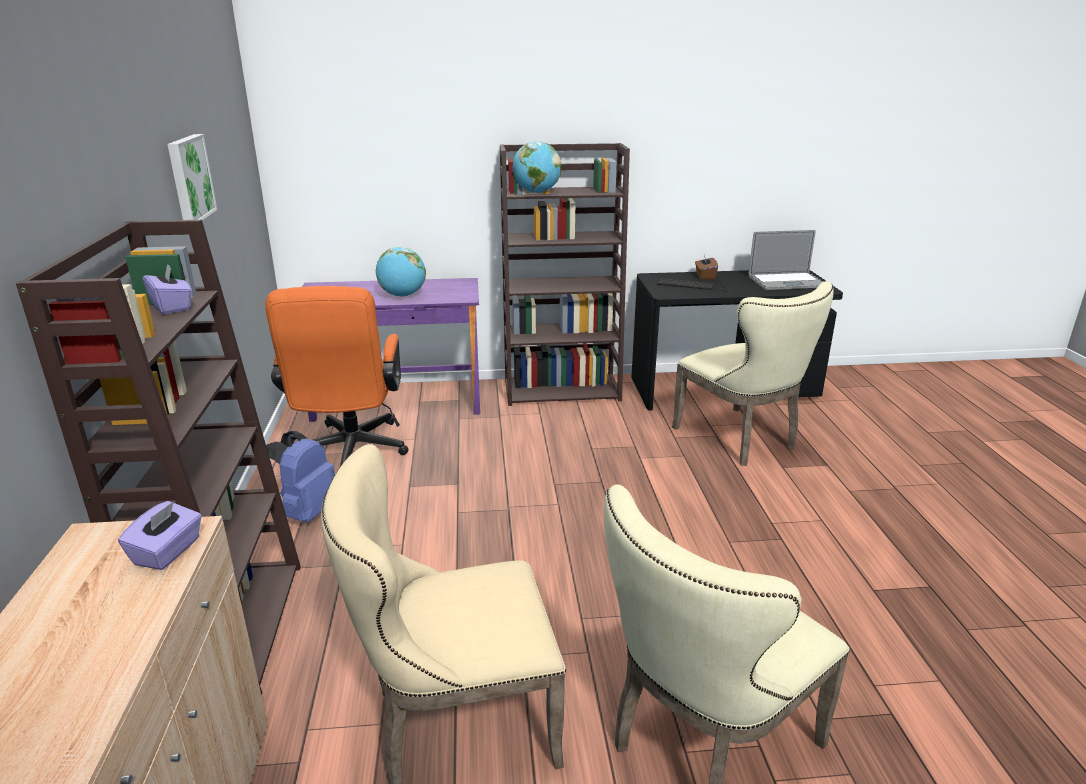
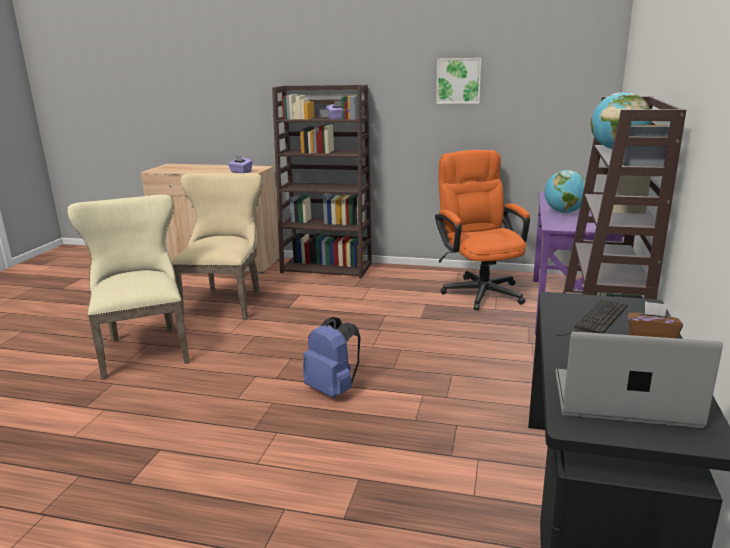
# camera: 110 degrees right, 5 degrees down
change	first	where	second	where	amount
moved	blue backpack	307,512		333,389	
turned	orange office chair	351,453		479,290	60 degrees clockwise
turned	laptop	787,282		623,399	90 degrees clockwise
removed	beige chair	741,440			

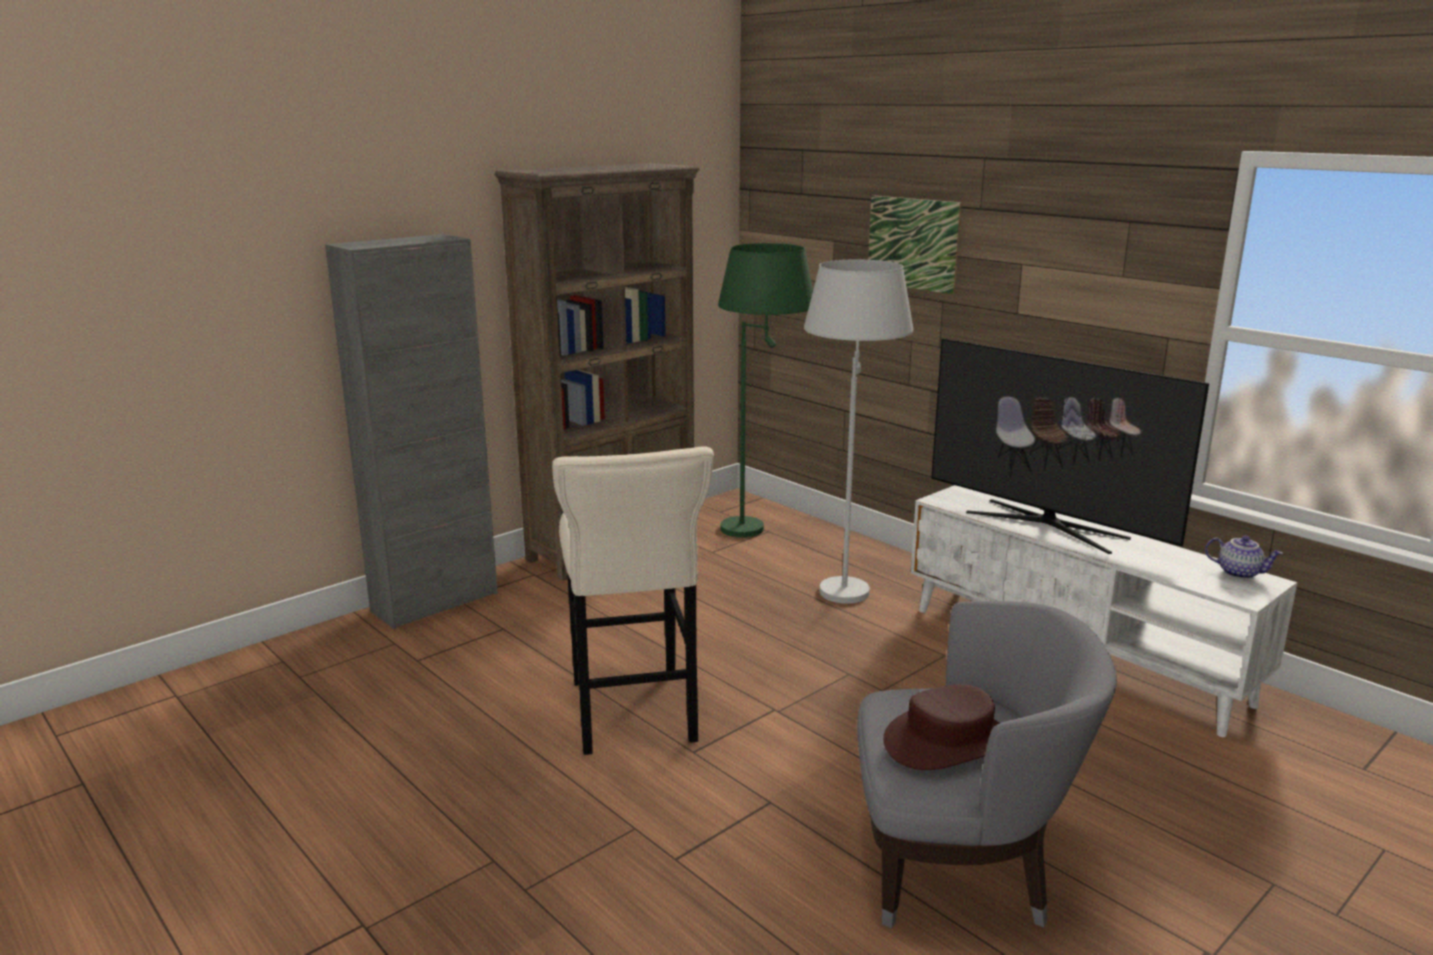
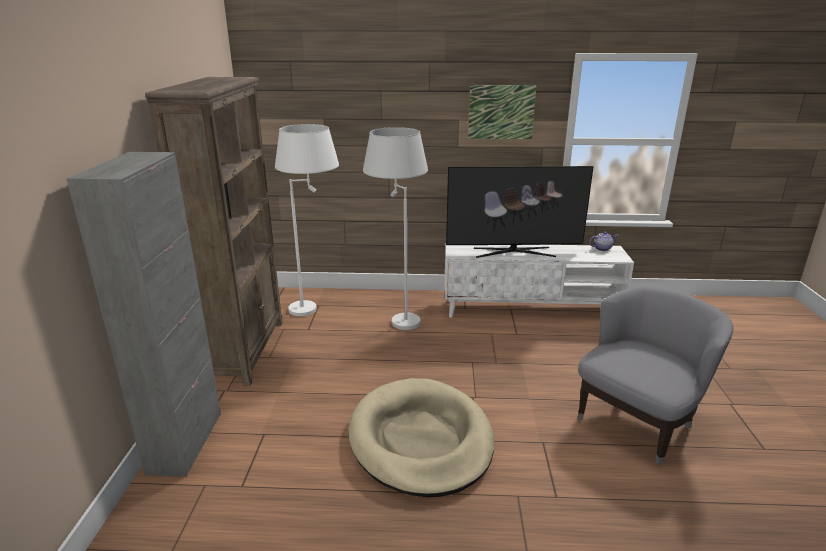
# camera: 45 degrees left, 5 degrees up
change	first	where	second	where	amount
recoloured	green floor lamp	763,534	white floor lamp	318,308	
replaced	beige stool	633,716	beige dog bed	421,440	
moved	picture	912,243		501,112	
removed	brown hat	948,742			

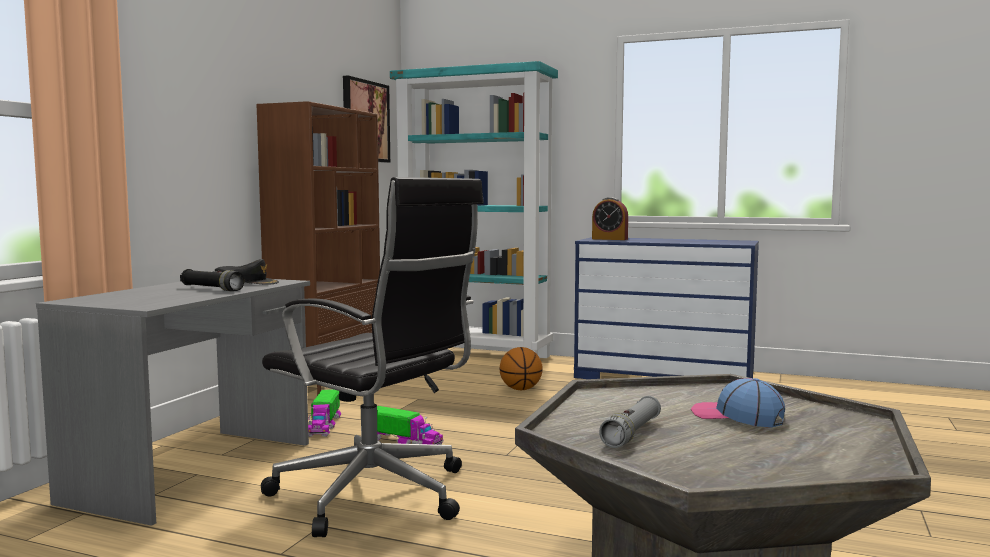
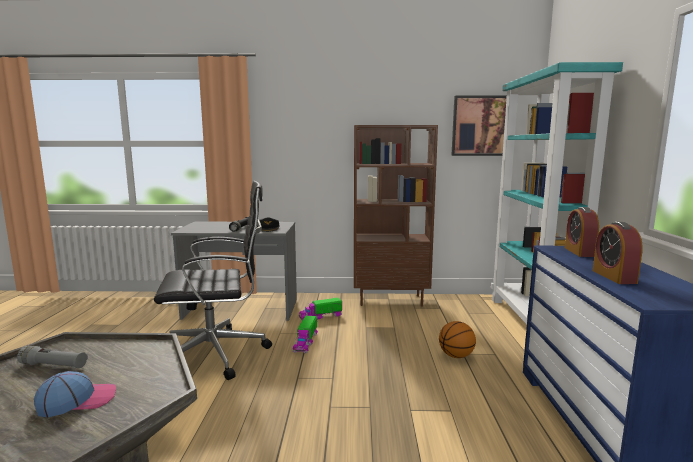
# camera: 70 degrees right, 5 degrees up
change	first	where	second	where	amount
turned	cap	737,416		77,400	45 degrees clockwise
turned	black office chair	376,496		217,354	120 degrees counterclockwise
added			alarm clock	614,276	

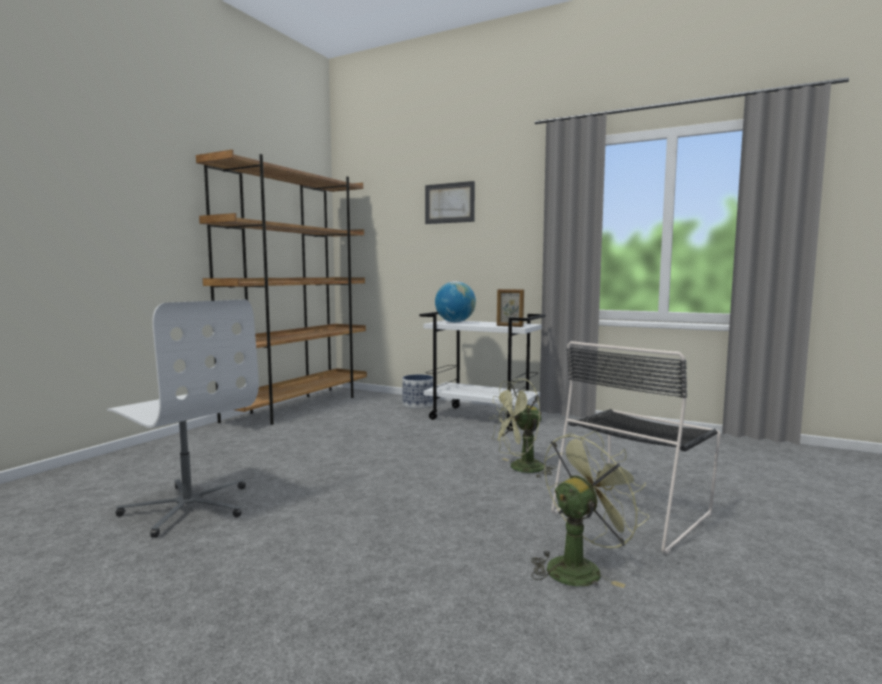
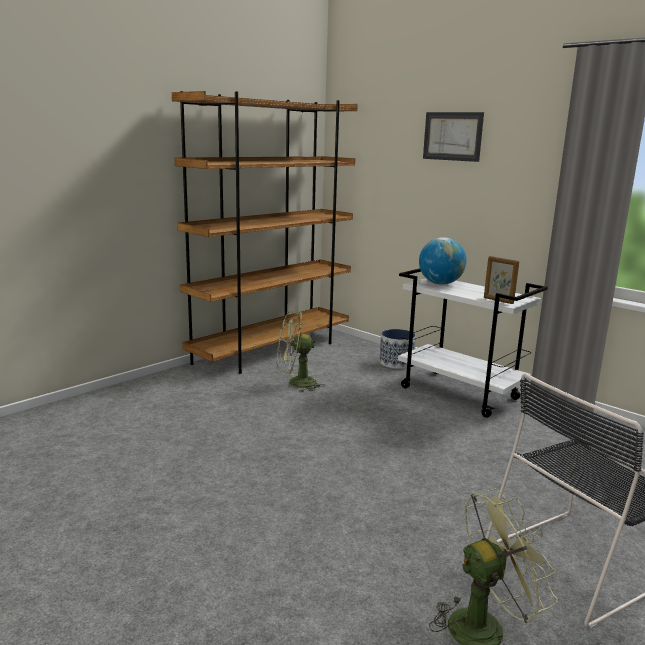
# camera: 15 degrees right, 10 degrees up
change	first	where	second	where	amount
moved	green fan	520,469		295,383	
removed	white office chair	188,507			

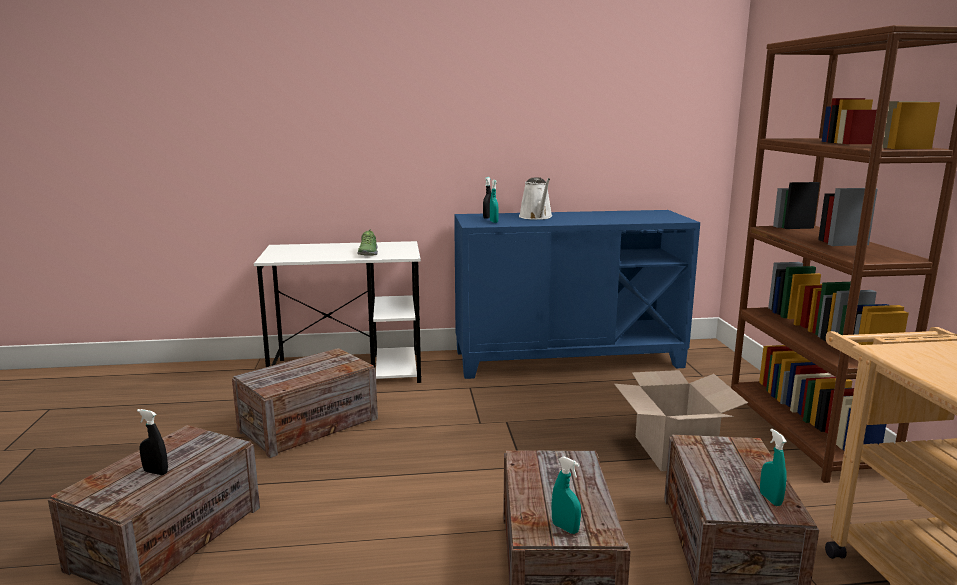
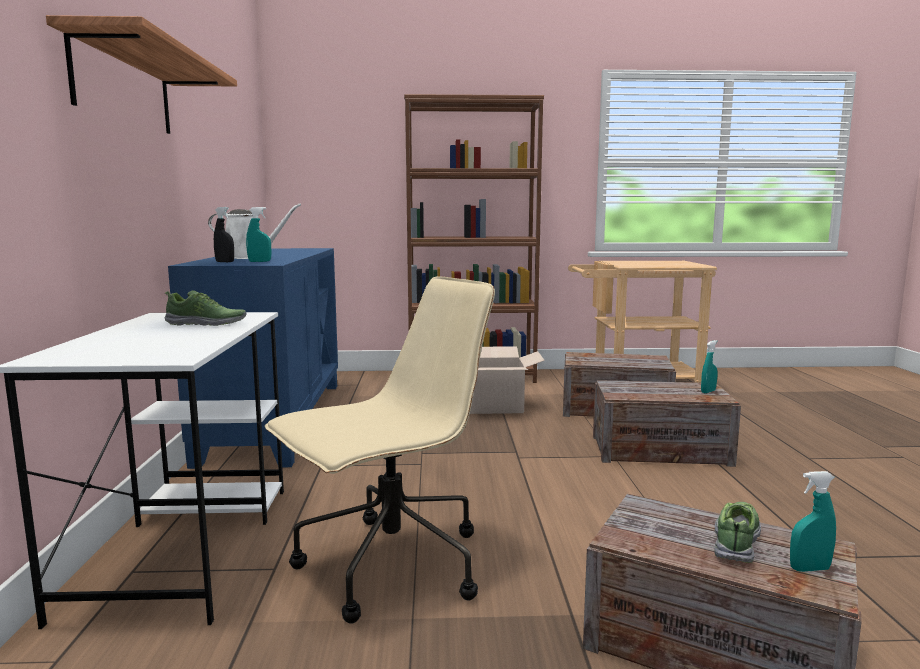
# camera: 85 degrees left, 5 degrees down
change	first	where	second	where	amount
added			shelf	124,87	
replaced	crate	308,425	beige office chair	389,567	
replaced	black spray bottle	155,472	shoe	737,541	
moved	turquoise spray bottle	770,499		809,569	

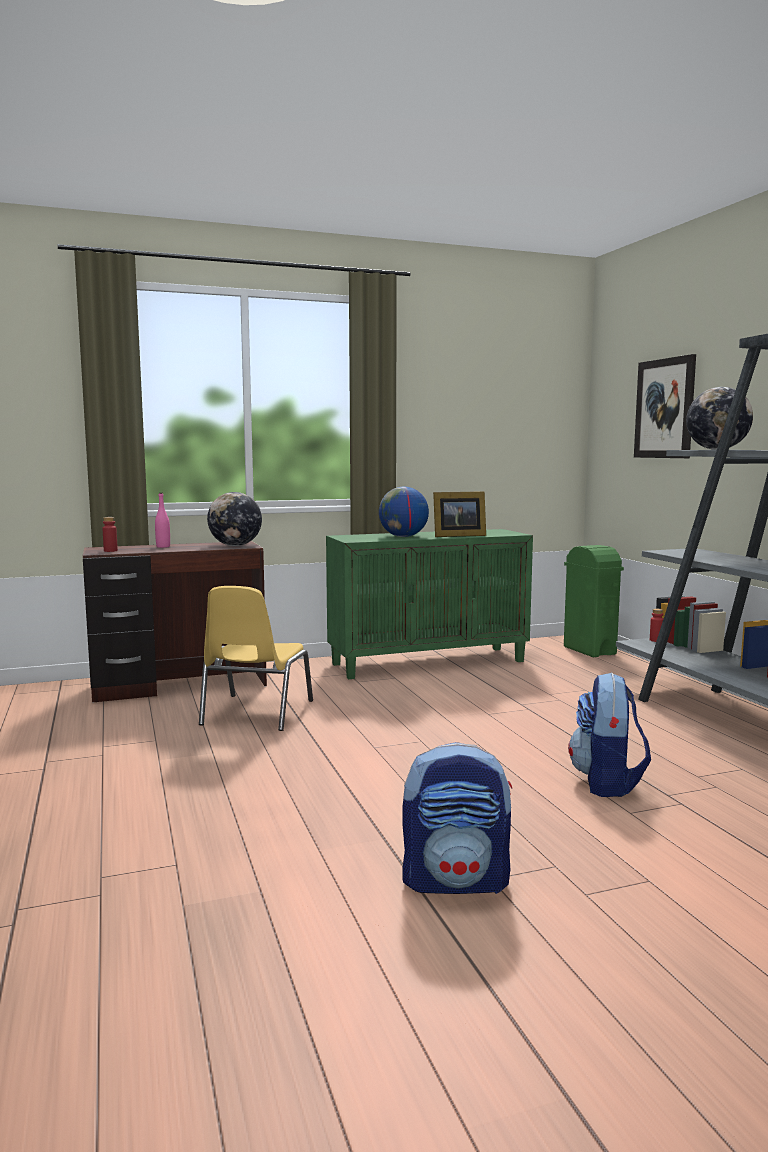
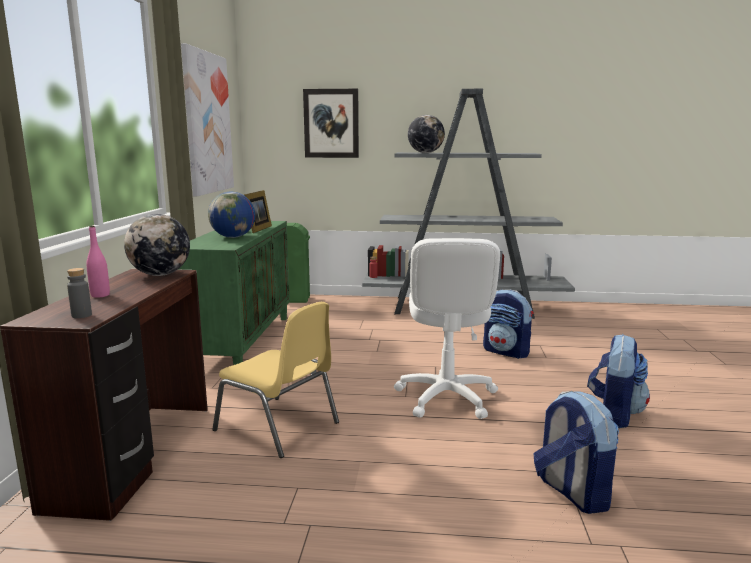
# camera: 65 degrees left, 5 degrees up
change	first	where	second	where	amount
recoloured	red bottle	110,551	grey bottle	81,315	
added			picture	207,123	
added			white office chair	446,397	
added			backpack	571,492	

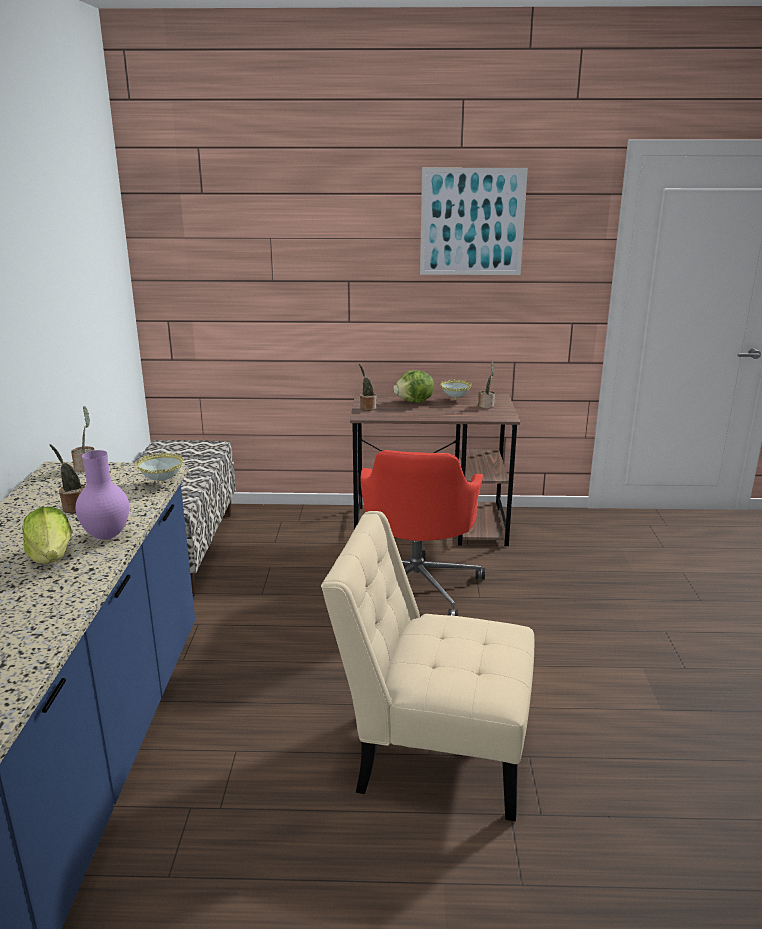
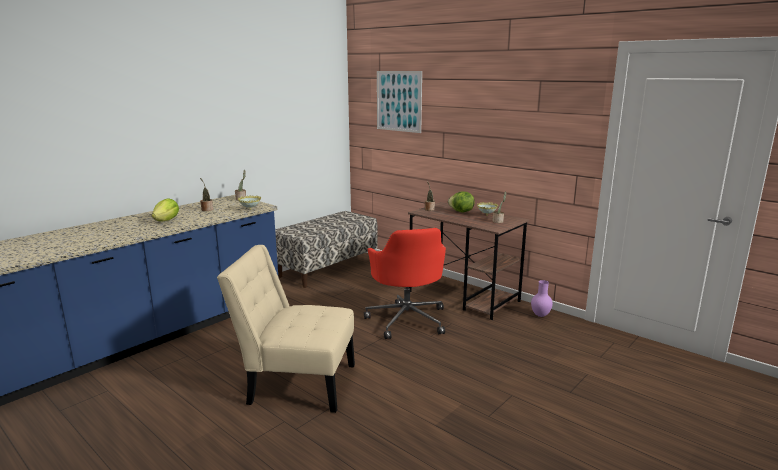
# camera: 40 degrees right, 5 degrees down
change	first	where	second	where	amount
turned	beige chair	433,750		296,383	45 degrees counterclockwise
turned	red office chair	417,586		407,319	60 degrees counterclockwise
moved	picture	472,222		398,101	
moved	purple vase	108,536		541,315	

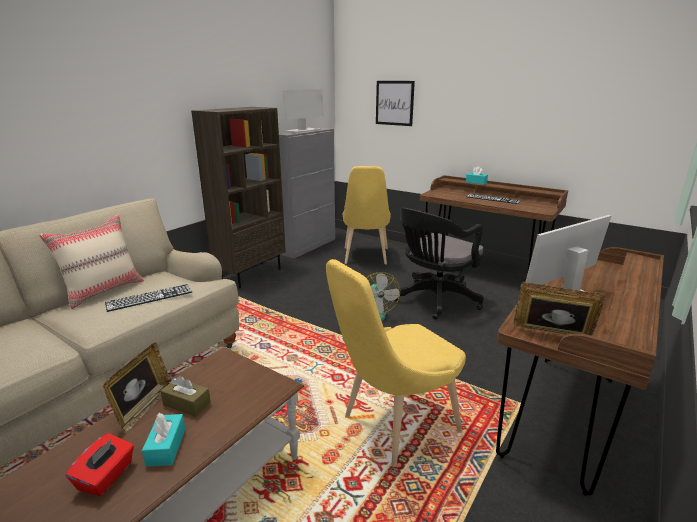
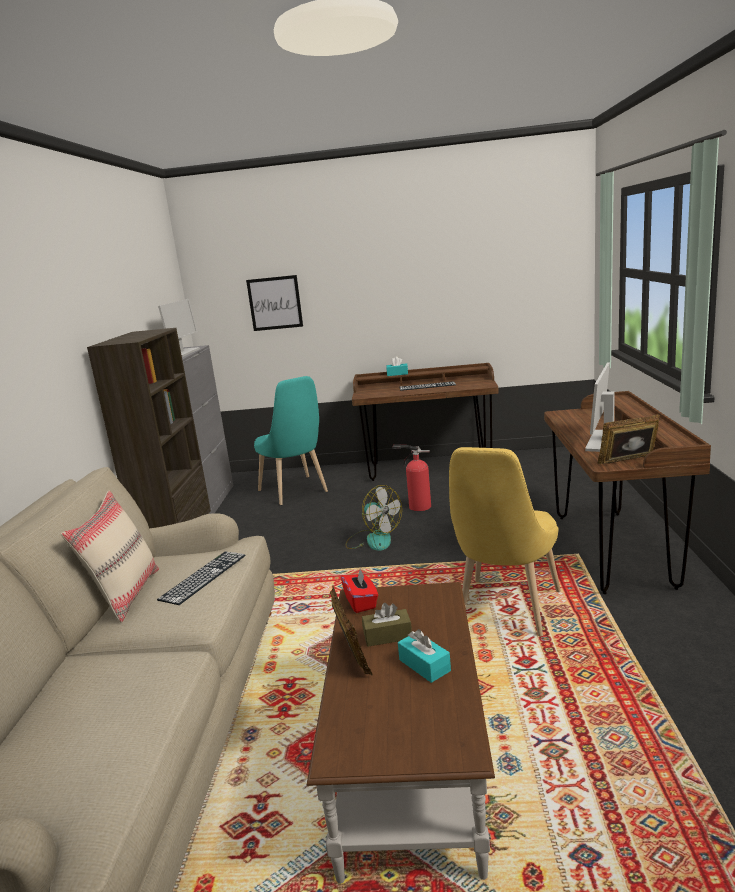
# camera: 30 degrees left, 5 degrees down
change	first	where	second	where	amount
recoloured	yellow chair	365,257	turquoise chair	295,492	
moved	red tissue box	106,477		361,602	
replaced	black office chair	434,300	fire extinguisher	417,506	

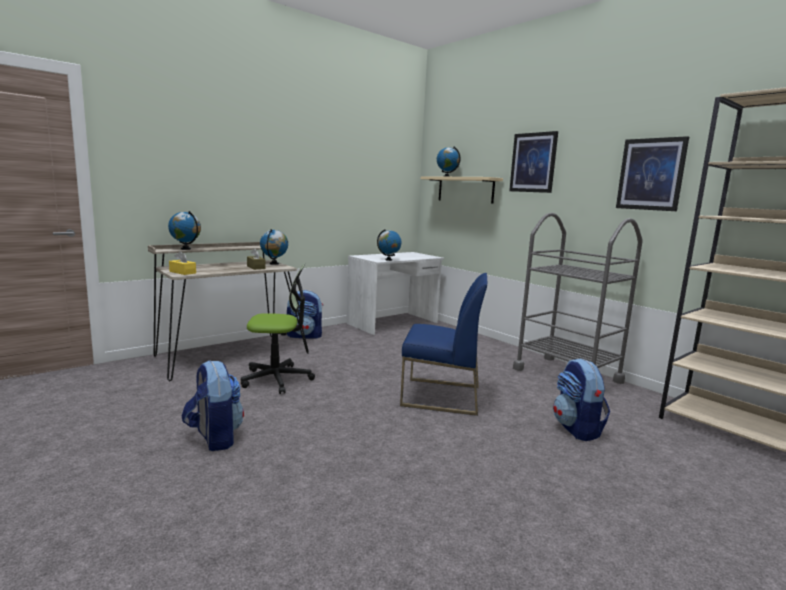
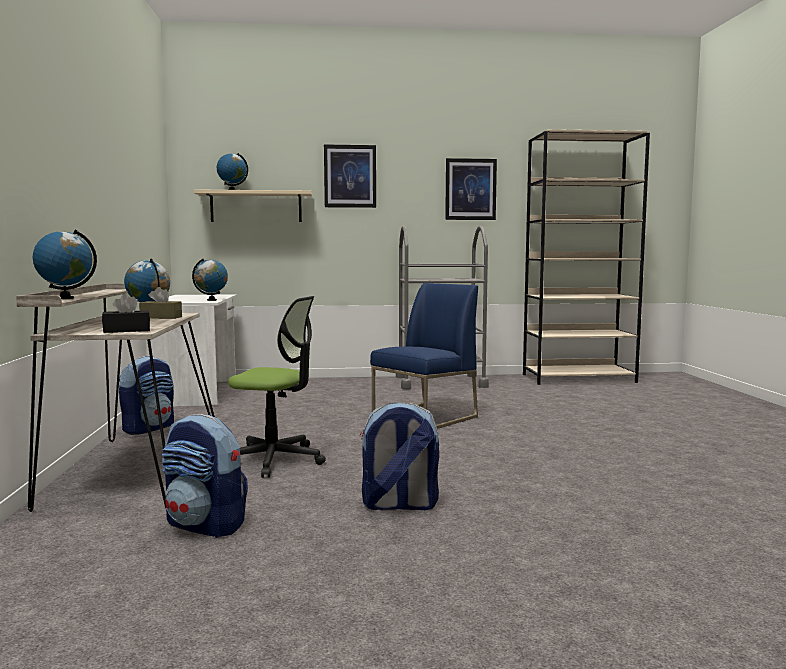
# camera: 55 degrees left, 5 degrees down
change	first	where	second	where	amount
recoloured	yellow tissue box	182,272	black tissue box	126,330	
moved	backpack	577,429		206,525	
turned	office chair	277,379		274,460	75 degrees clockwise

